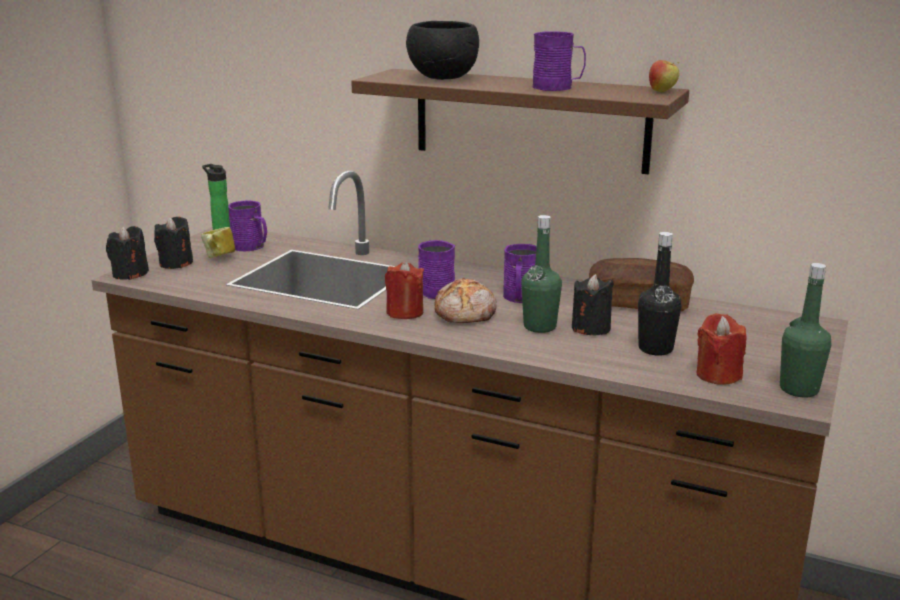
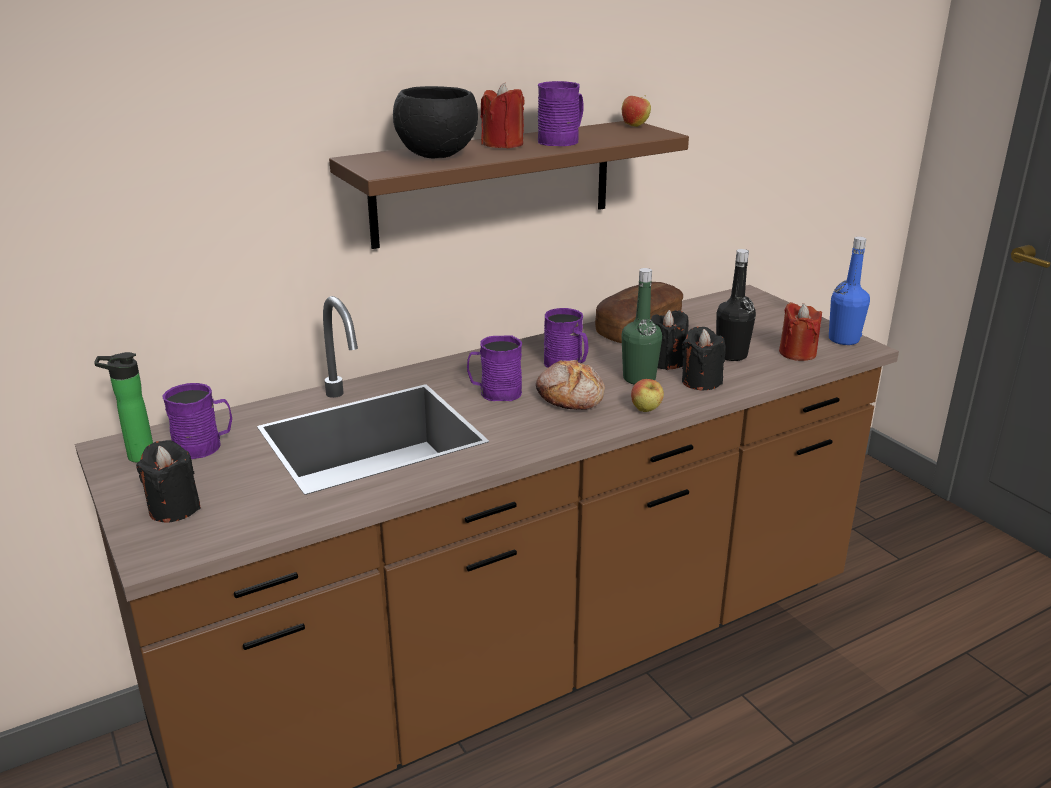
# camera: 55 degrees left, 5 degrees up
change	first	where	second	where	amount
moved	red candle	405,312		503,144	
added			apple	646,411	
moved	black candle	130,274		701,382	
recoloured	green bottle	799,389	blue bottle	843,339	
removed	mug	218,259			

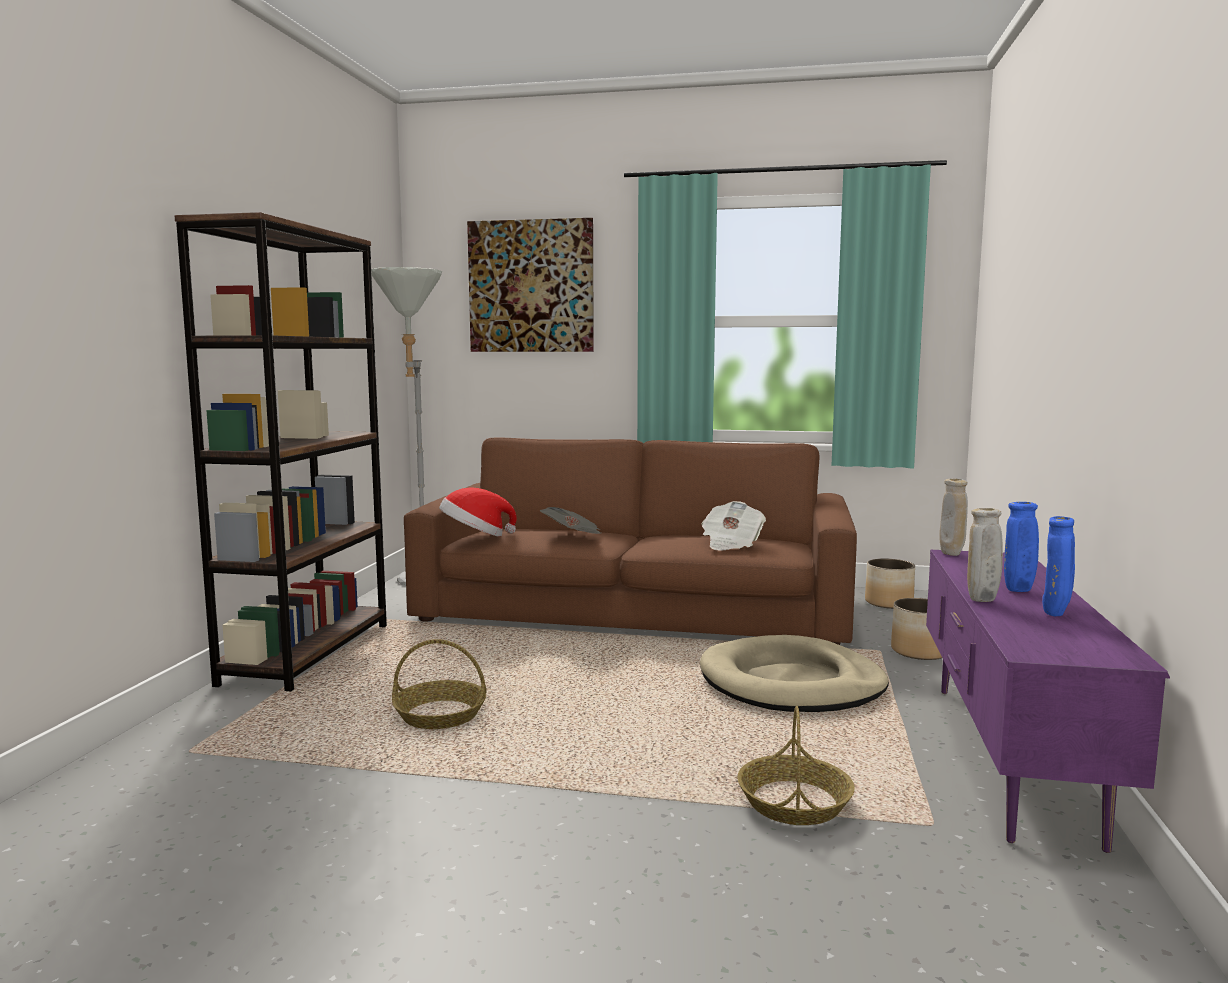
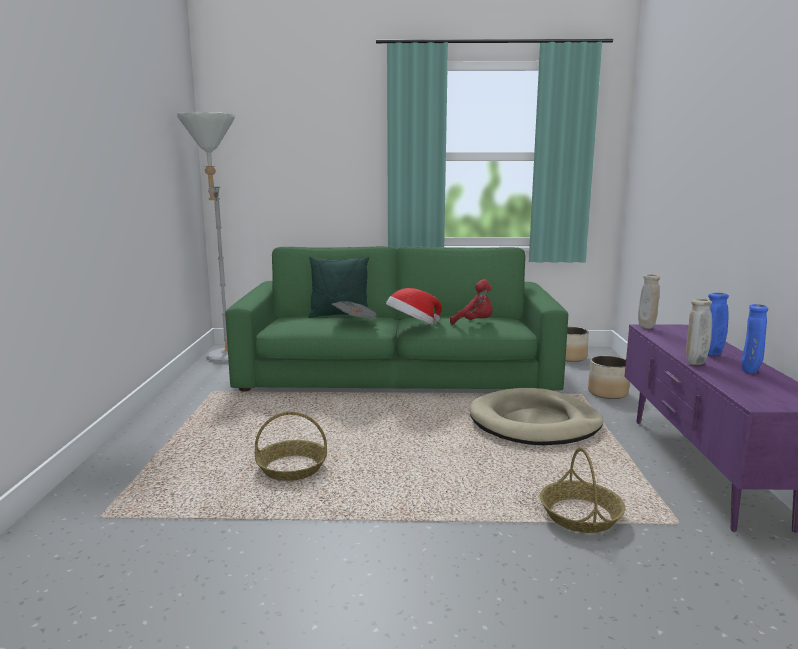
# camera: 10 degrees left, 5 degrees up
change	first	where	second	where	amount
recoloured	brown sofa	634,609	green sofa	397,372	
added			green pillow	339,315	
moved	hat	475,536		412,325	
replaced	newspaper	731,544	red plush toy	475,323	
removed	brown bookcase	308,653			
removed	picture	531,286			

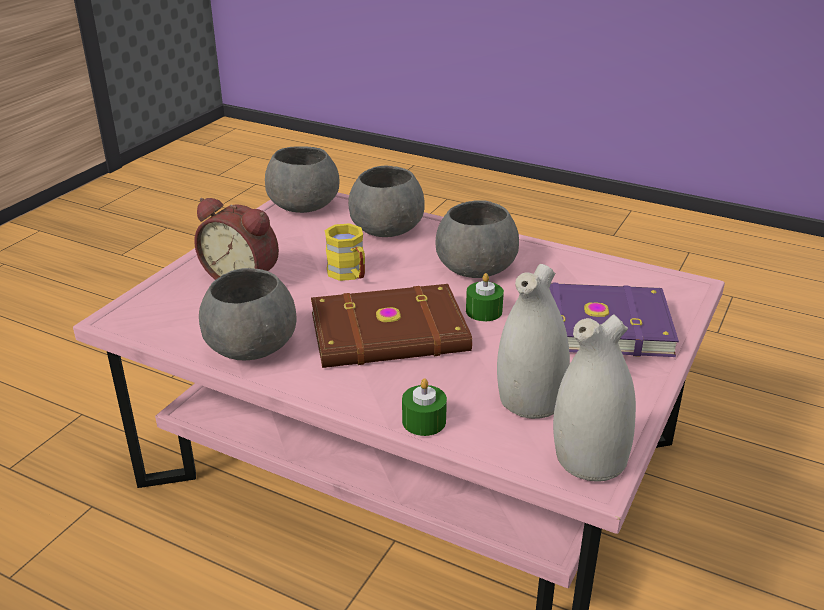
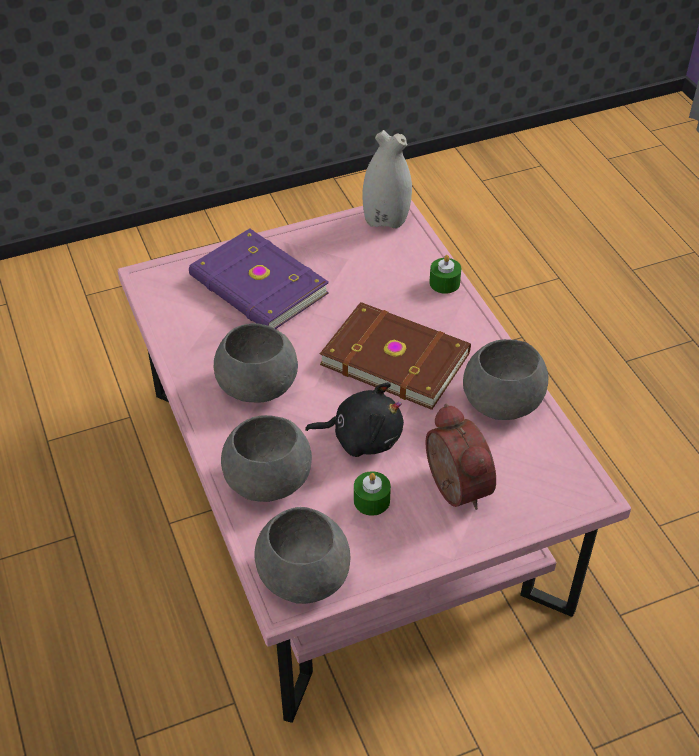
# camera: 140 degrees left, 15 degrees up
change	first	where	second	where	amount
replaced	yellow mug	349,274	black plush toy	362,437	
moved	green candle	484,311		371,500	
removed	white vase	529,402			

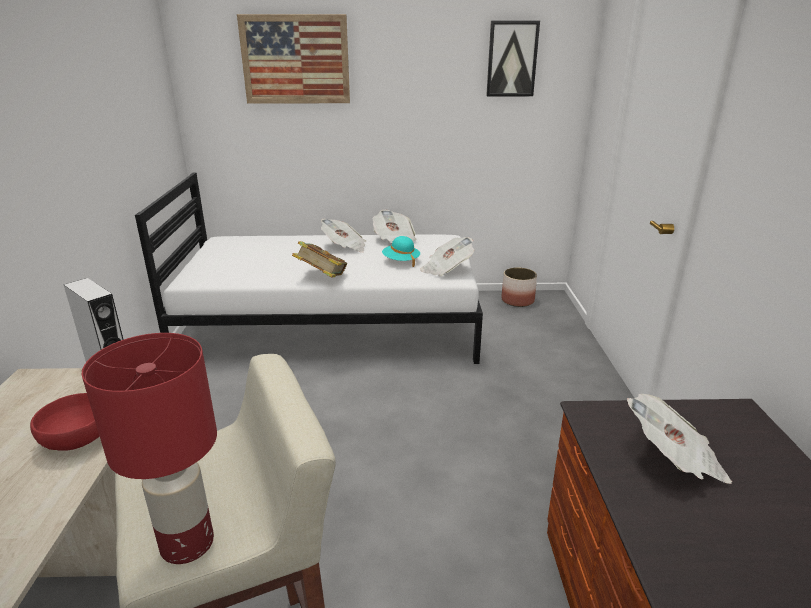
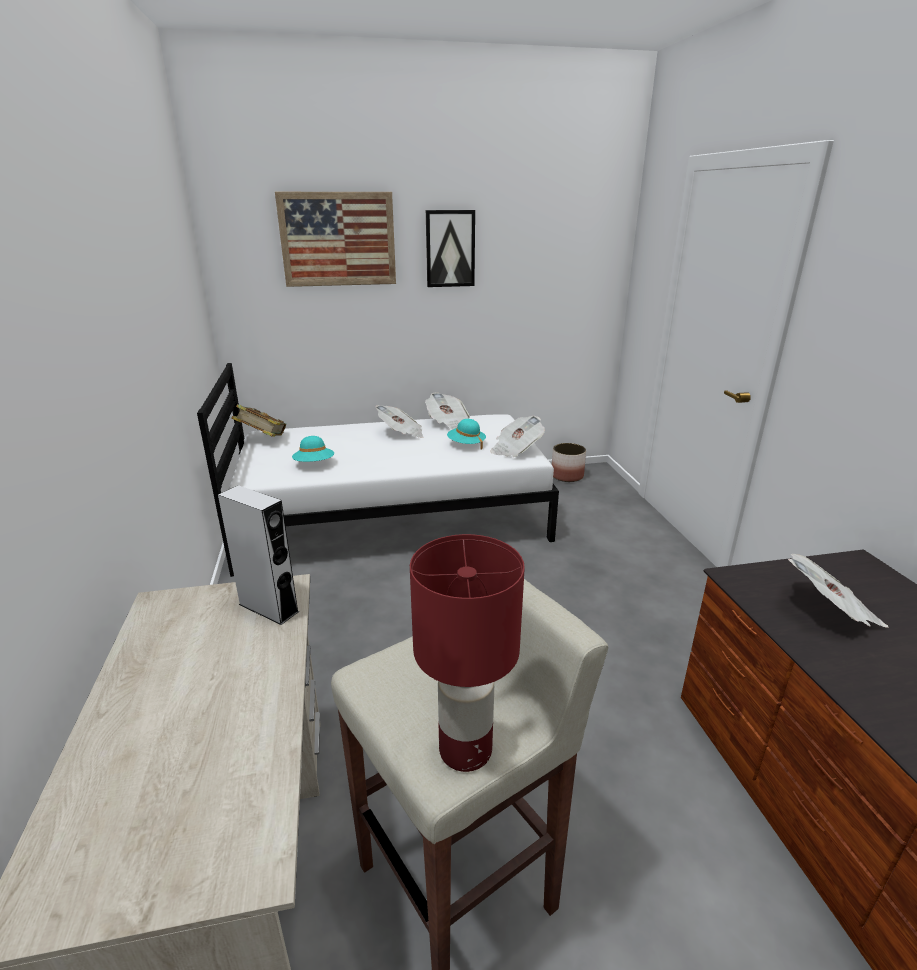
# camera: 10 degrees left, 0 degrees up
change	first	where	second	where	amount
moved	book	321,278		262,439	
added			turquoise hat	314,464	
moved	picture	512,59		450,249	
removed	red bowl	79,438			

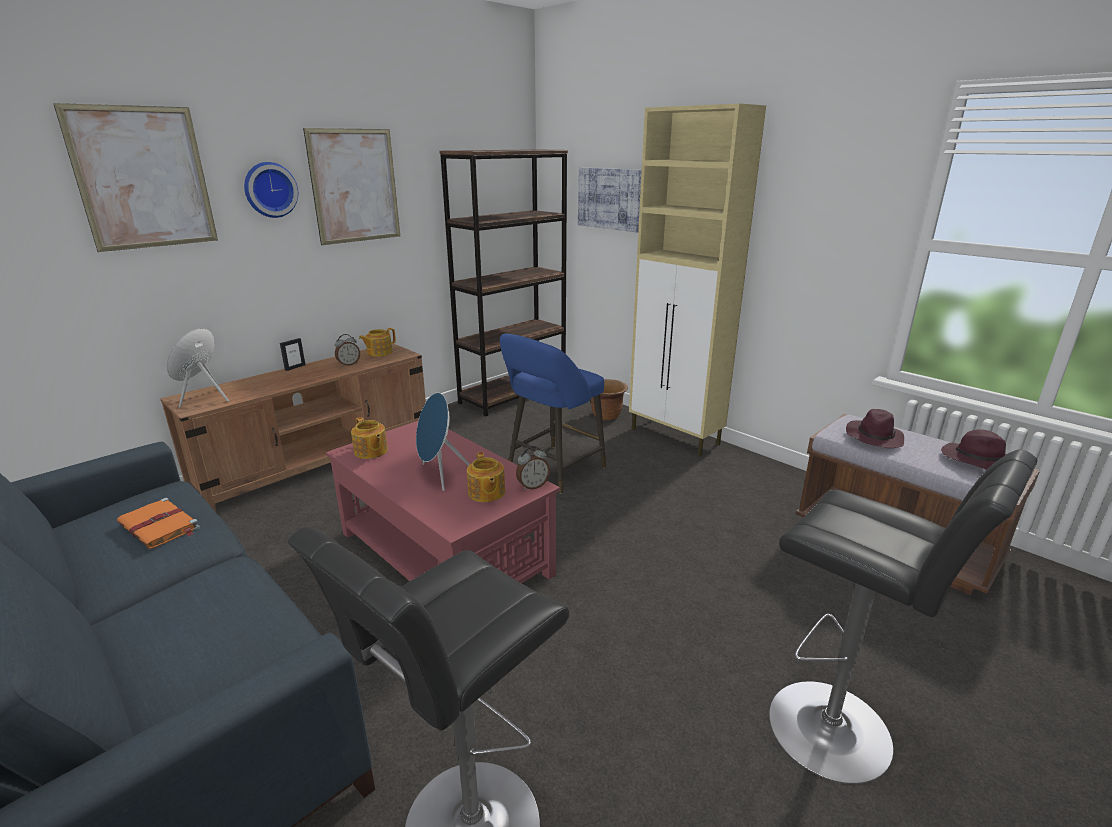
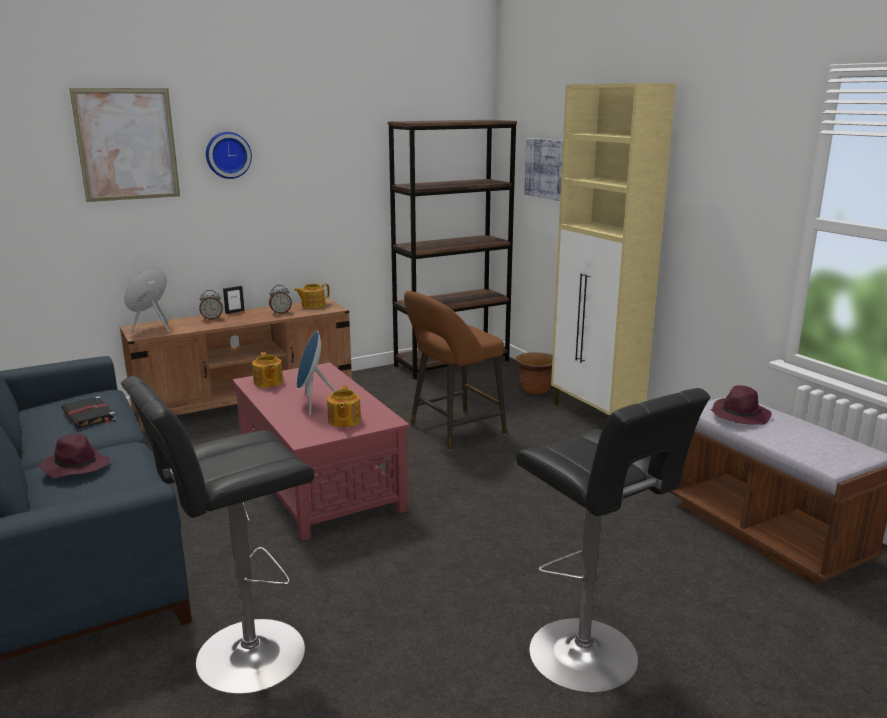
# camera: 15 degrees right, 5 degrees down
change	first	where	second	where	amount
moved	purple hat	976,461		75,467	
recoloured	orange book	159,526	black book	89,415	
moved	alarm clock	532,486		212,318	
recoloured	blue stool	552,471	brown stool	452,431	
removed	picture	355,186			

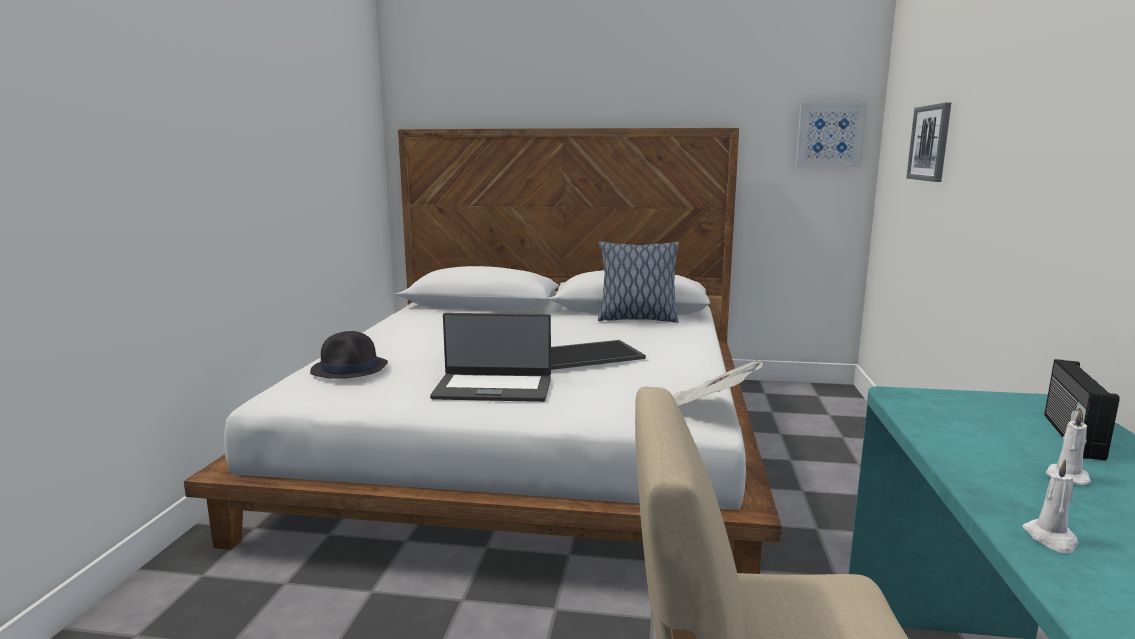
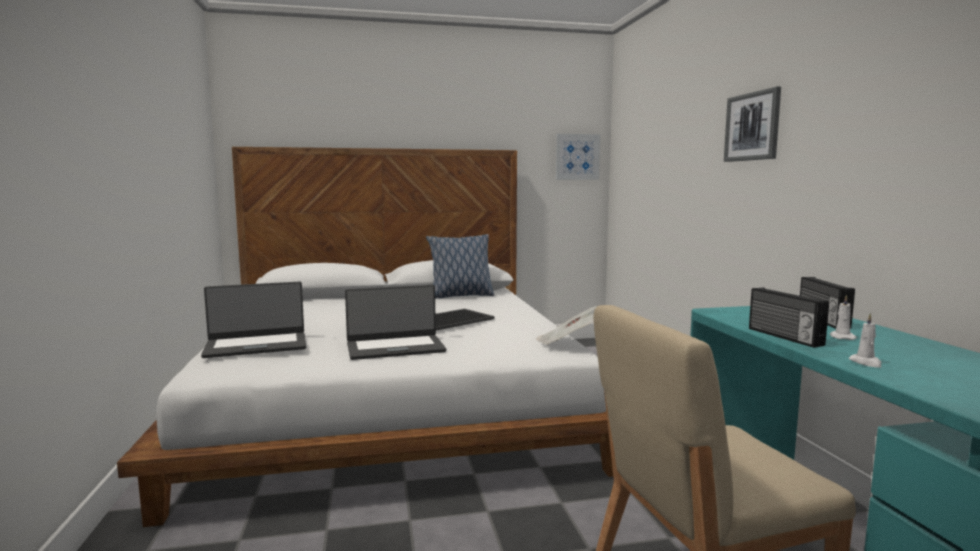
# camera: 20 degrees left, 5 degrees down
change	first	where	second	where	amount
replaced	black hat	350,368	laptop	256,345	
moved	picture	930,143		752,126	
added			radio	783,337	

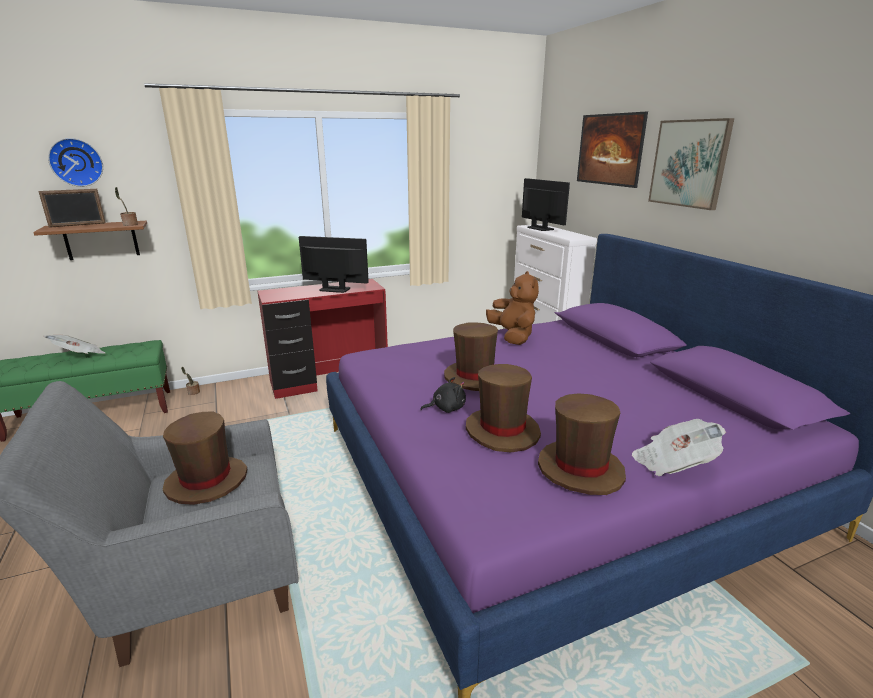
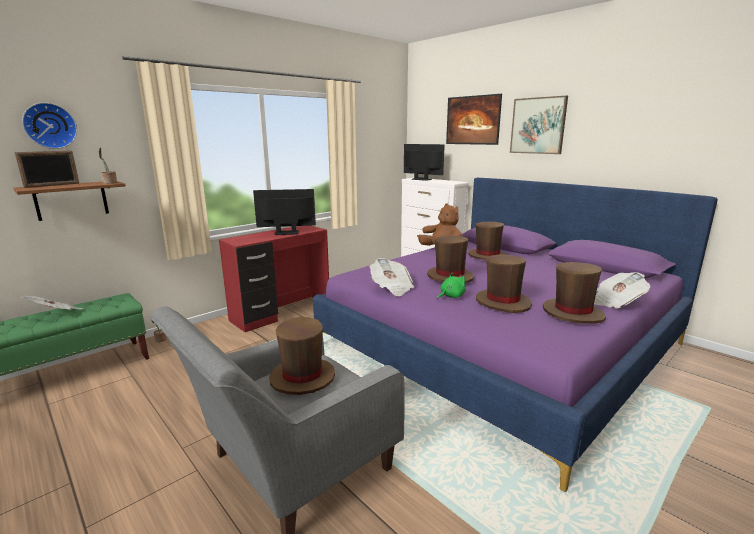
# camera: 20 degrees left, 5 degrees down
change	first	where	second	where	amount
added			newspaper	391,288	
recoloured	black plush toy	446,408	green plush toy	451,296	
added			brown hat	487,256	

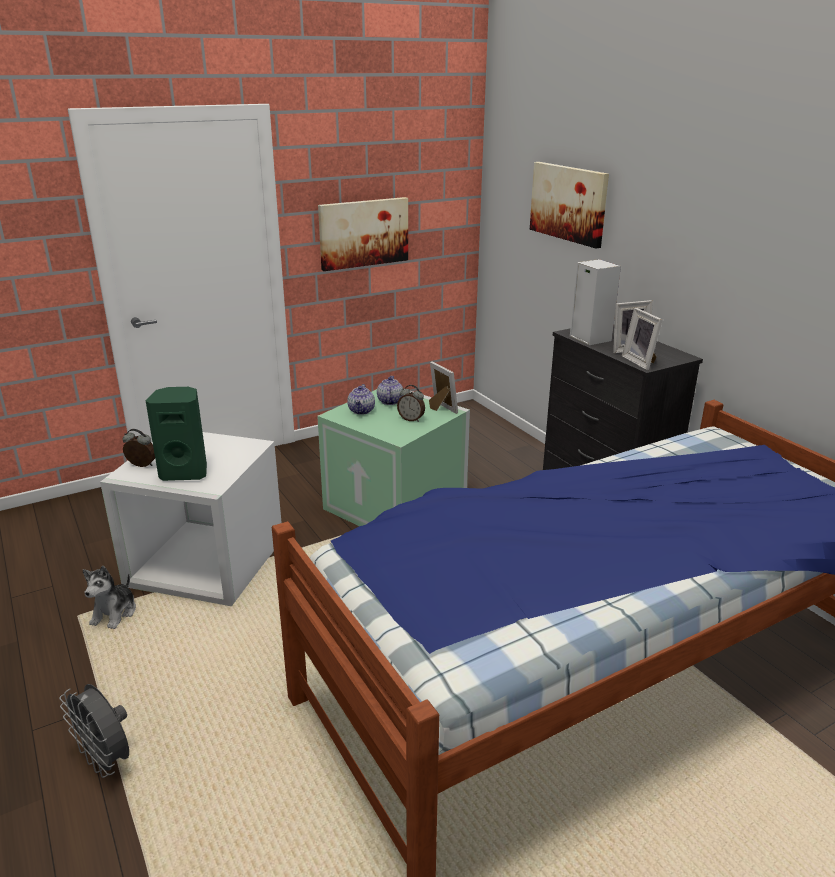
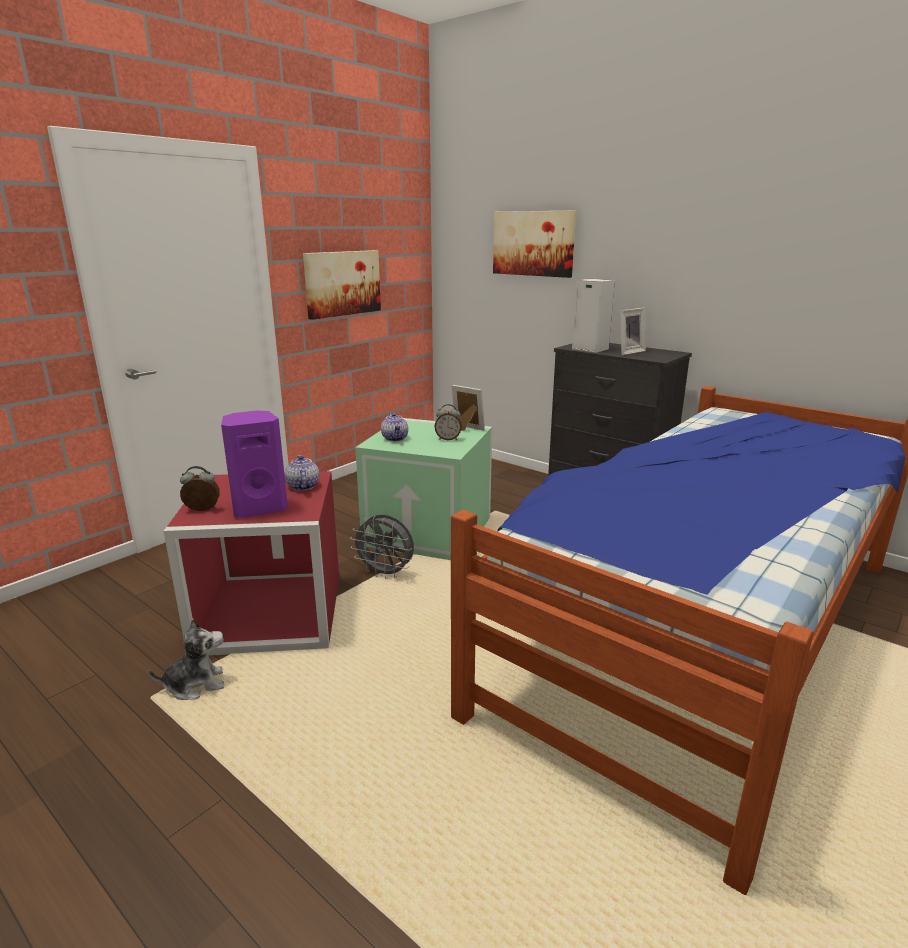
# camera: 20 degrees left, 5 degrees down
change	first	where	second	where	amount
turned	plush toy	115,613		195,684	105 degrees counterclockwise
recoloured	white storage box	203,562	red storage box	268,614	
recoloured	green speaker	185,472	purple speaker	259,508	
moved	teapot	389,401		302,486	
moved	grey fan	107,760		386,573	
removed	picture frame	641,362			

